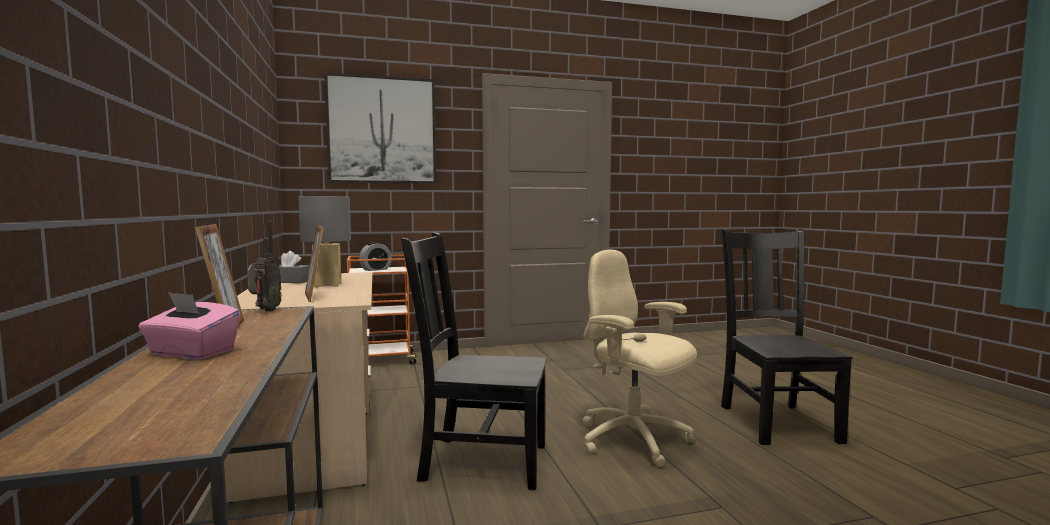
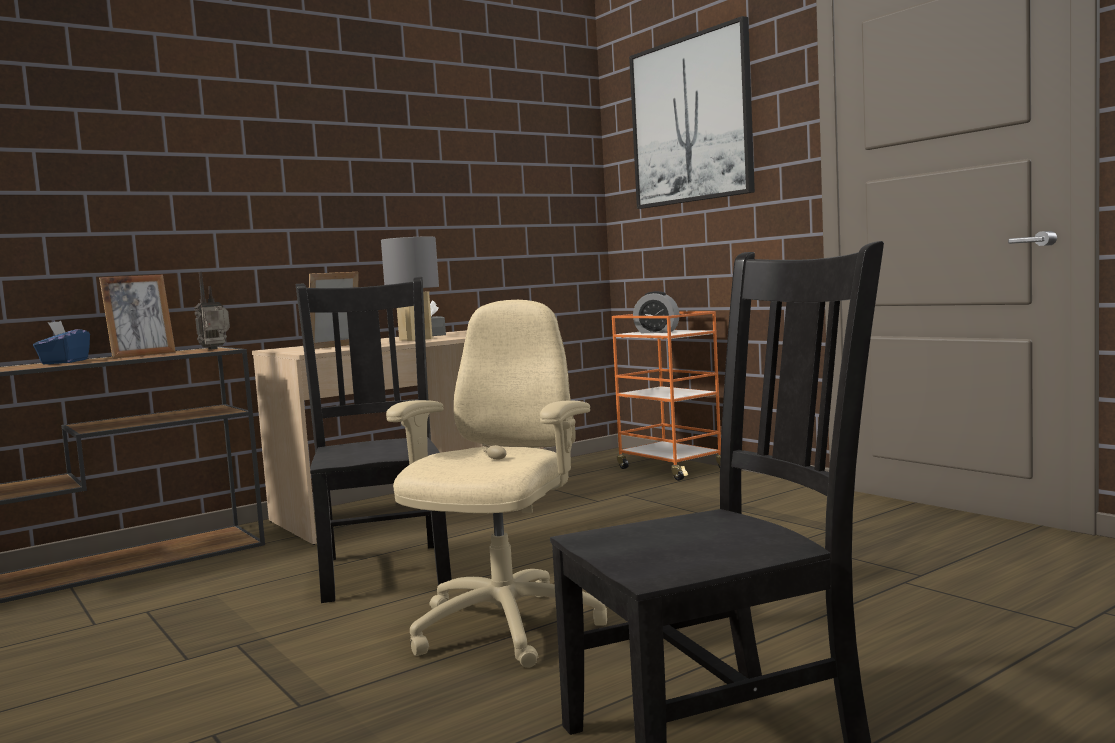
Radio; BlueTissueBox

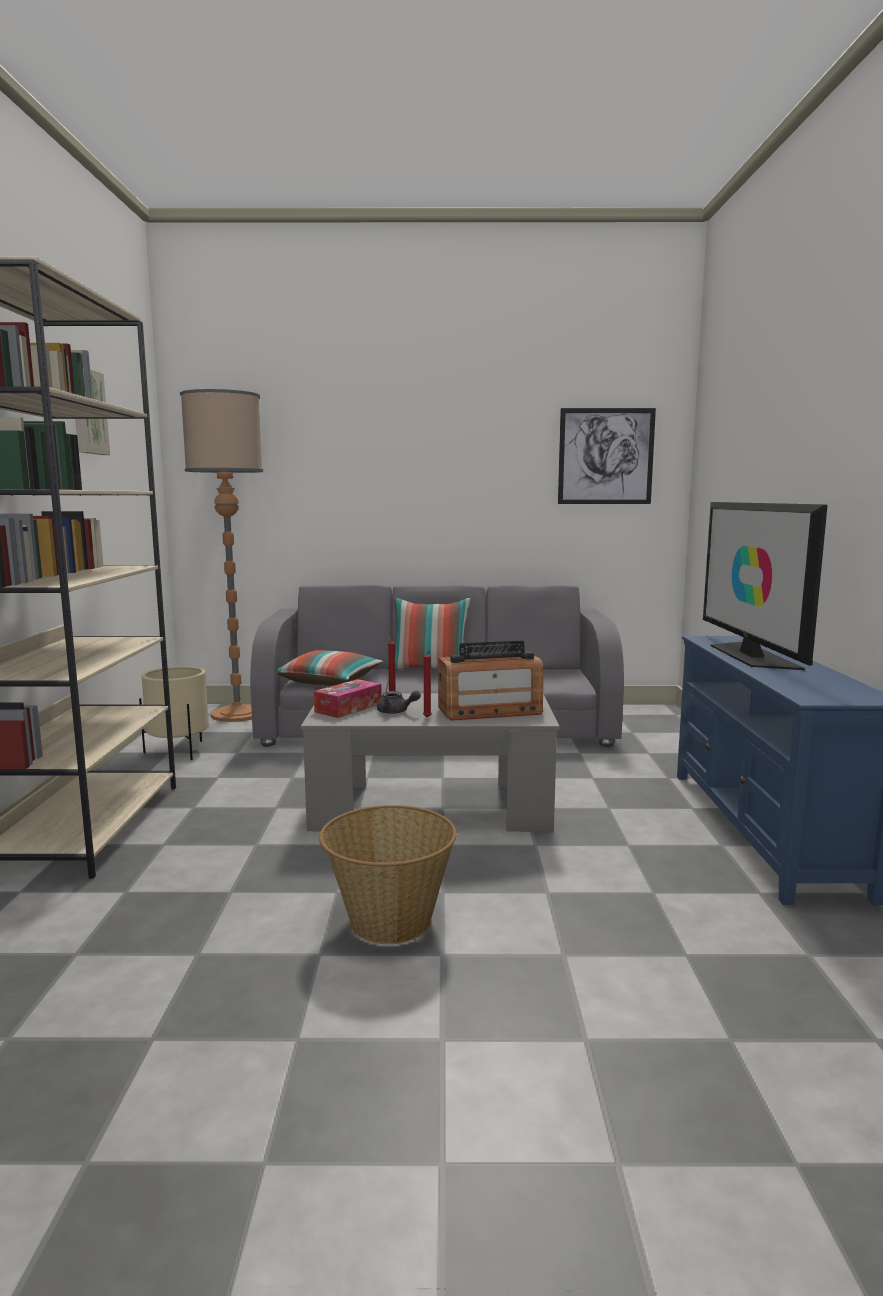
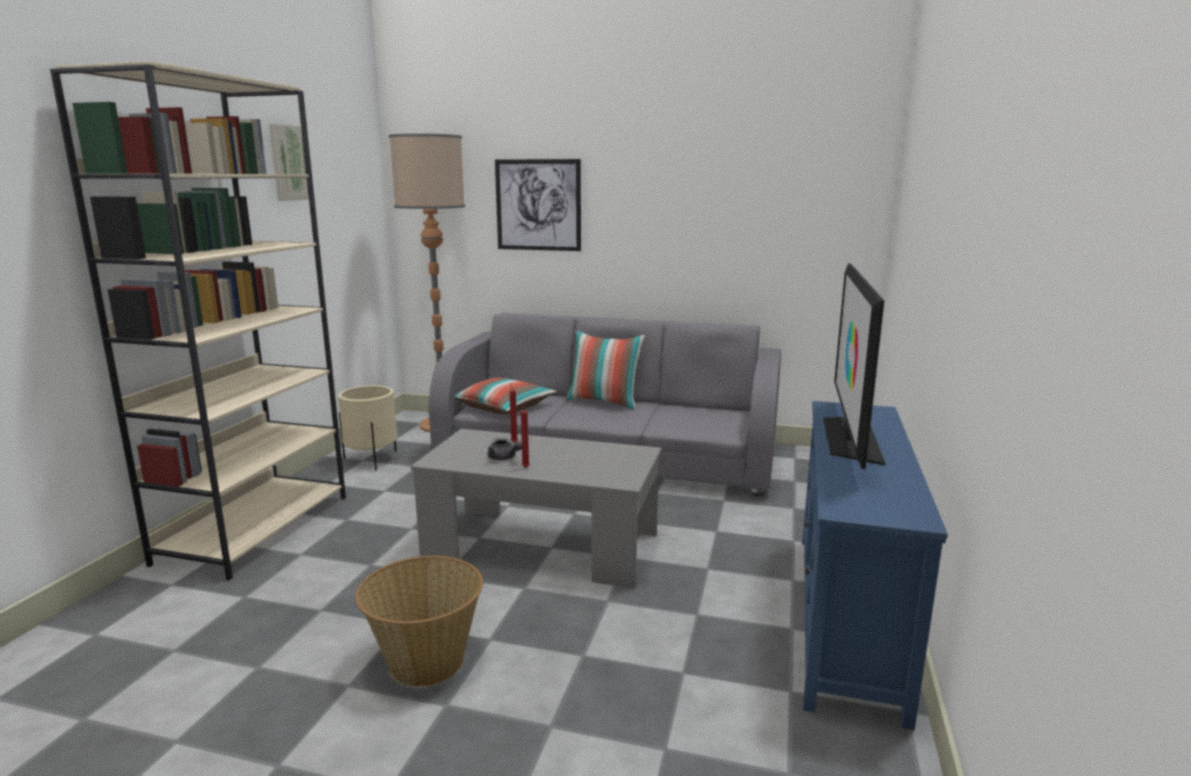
Picture (no. 2 from left); Radio; TissueBox

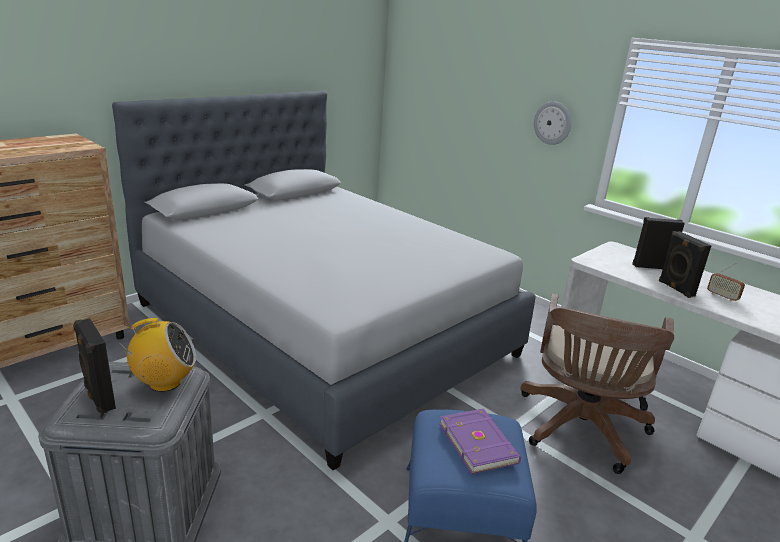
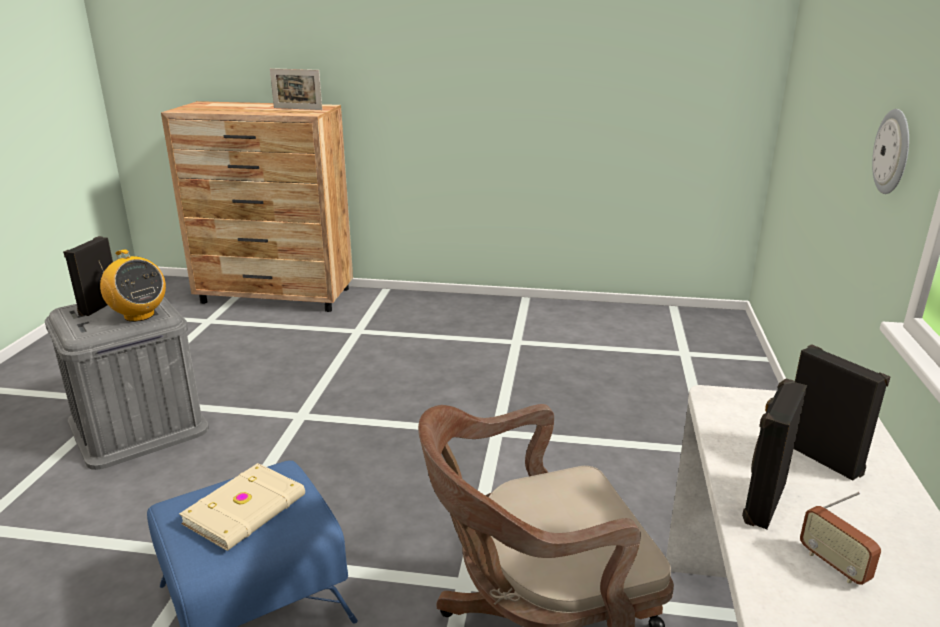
GreyBed; Radio (no. 2 from left); BeigeBook; PictureFrame

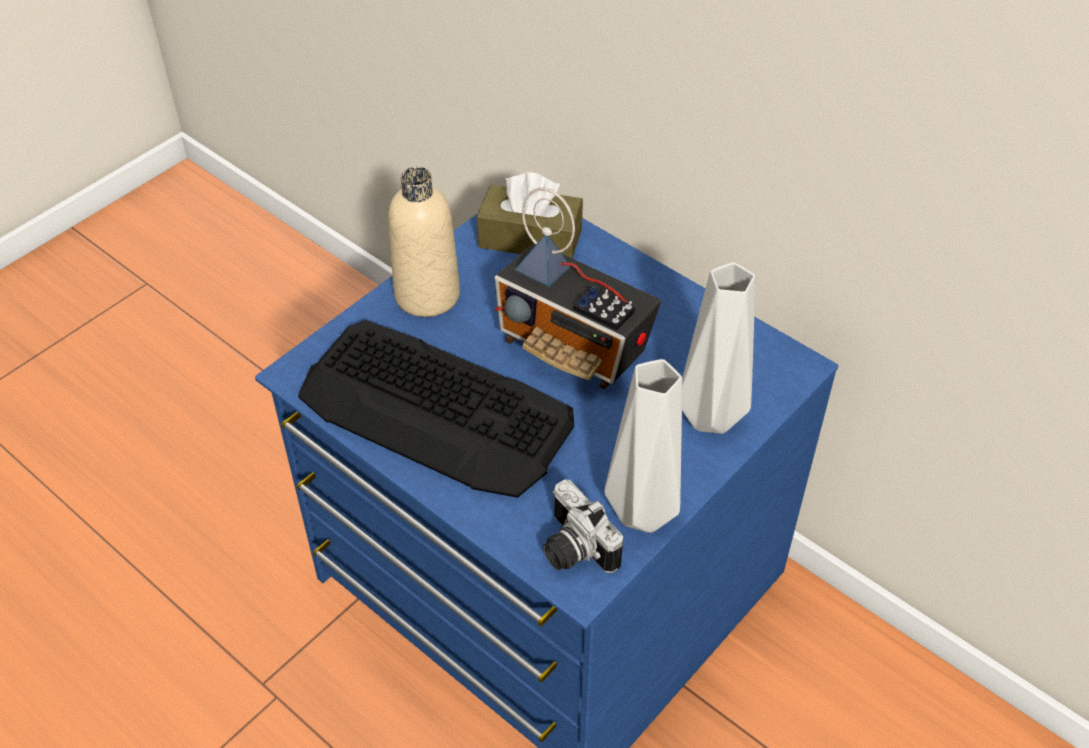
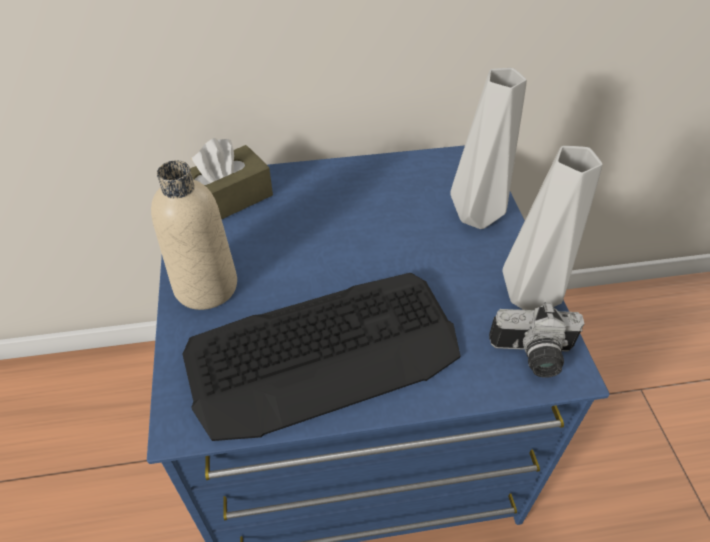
Radio

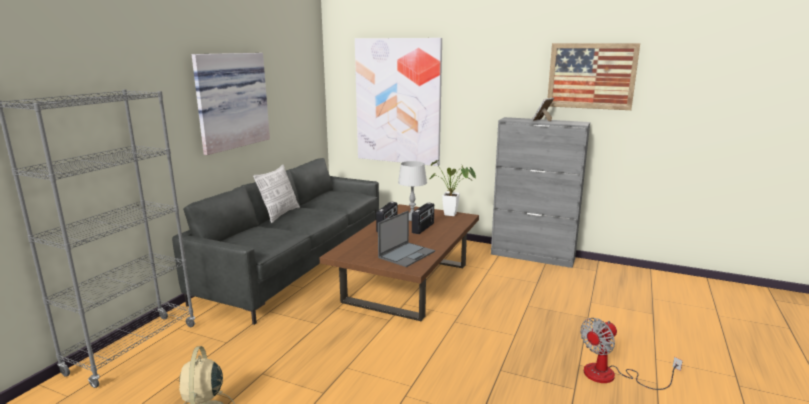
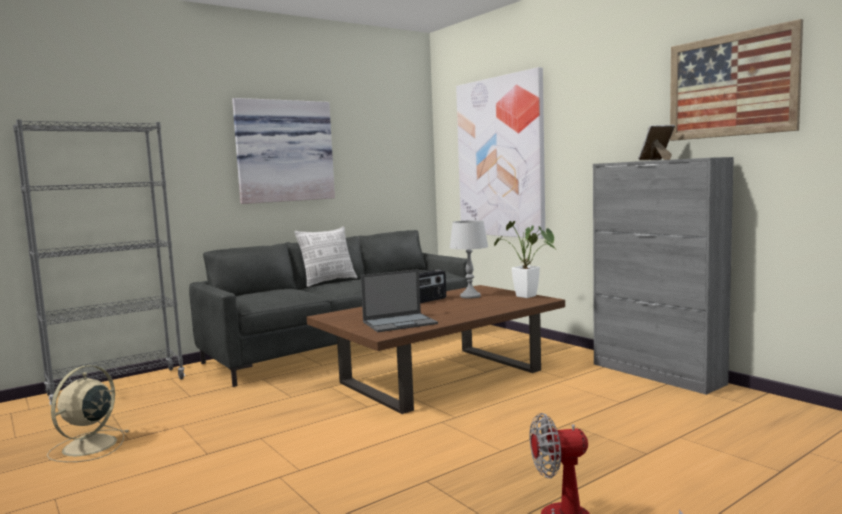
Radio (no. 2 from left in the first image)

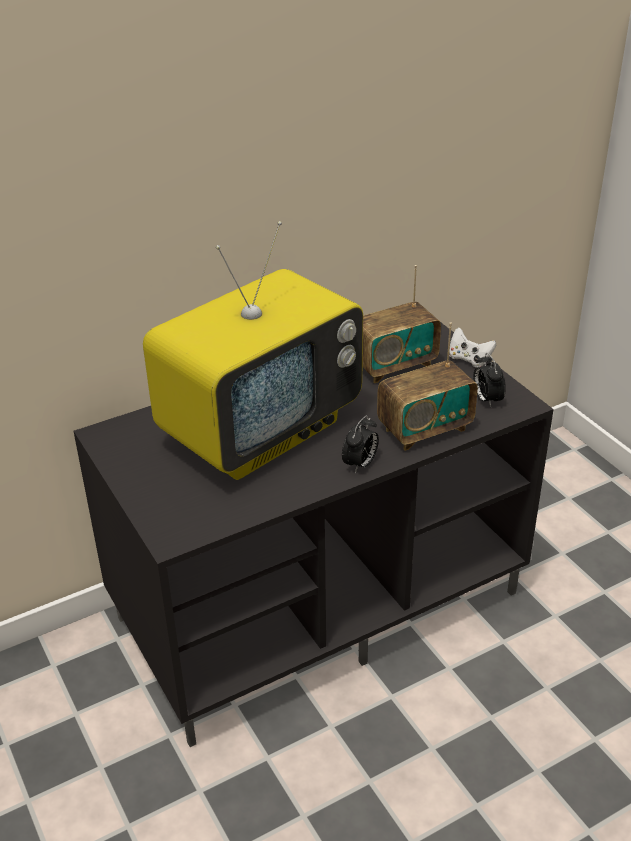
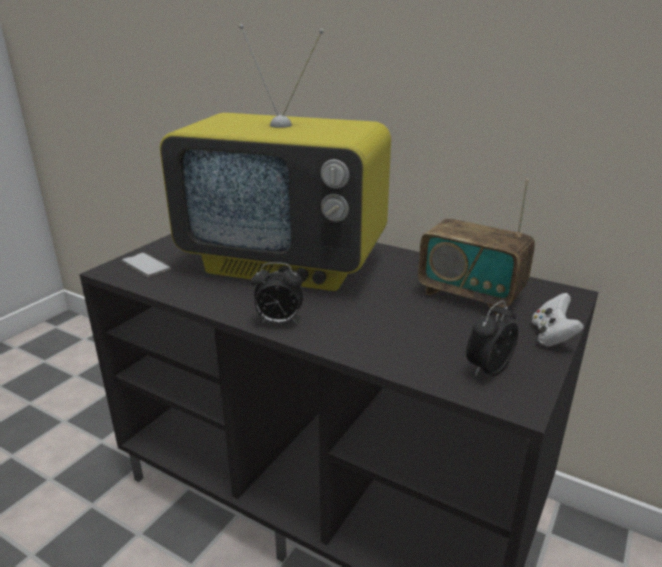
Radio (no. 2 from left in the first image); Phone

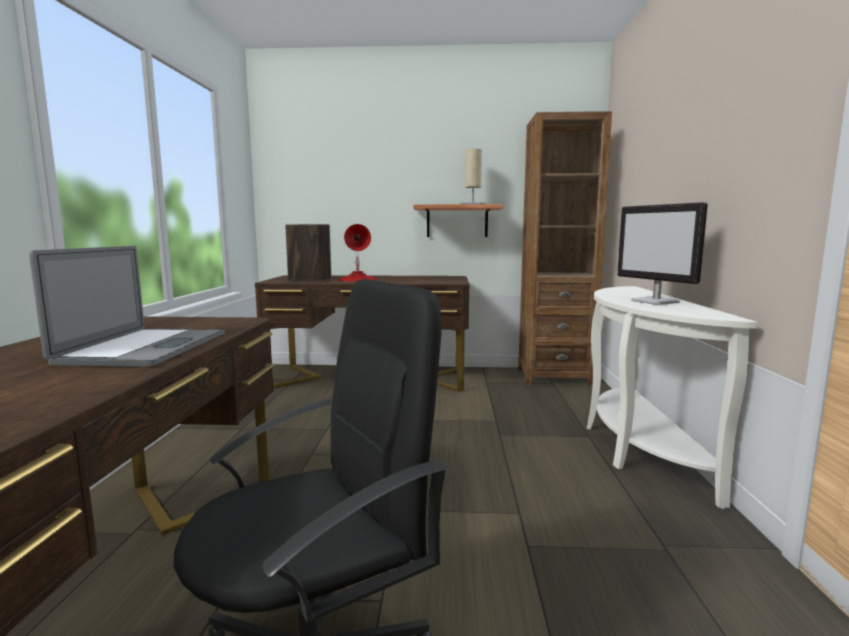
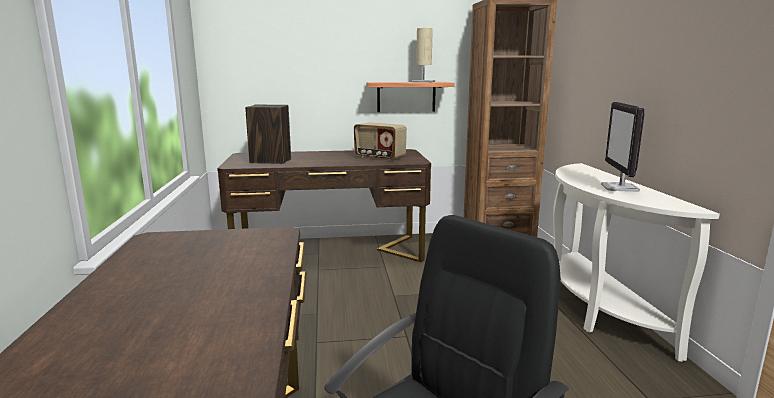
Monitor; RedTableLamp; Laptop; Radio

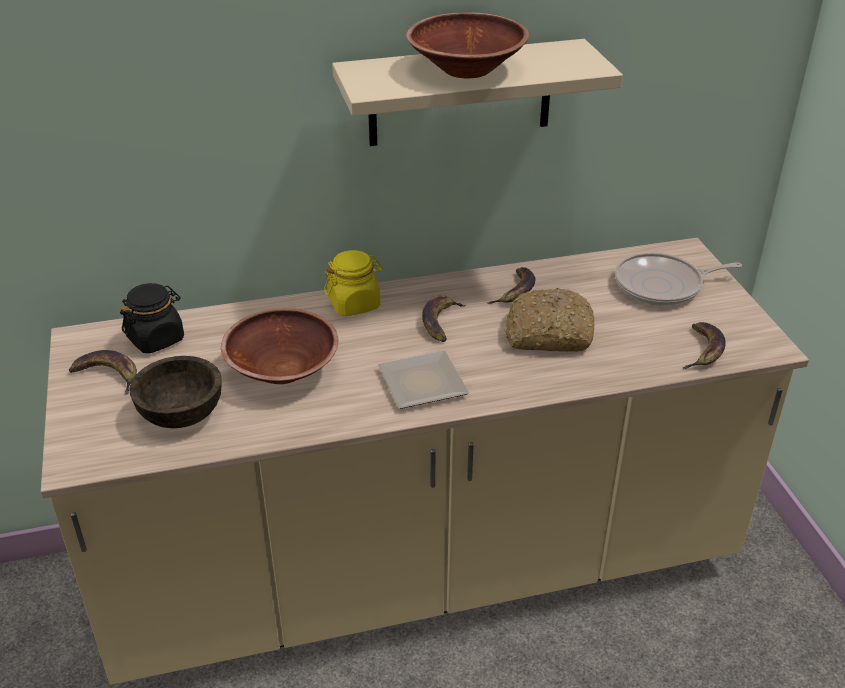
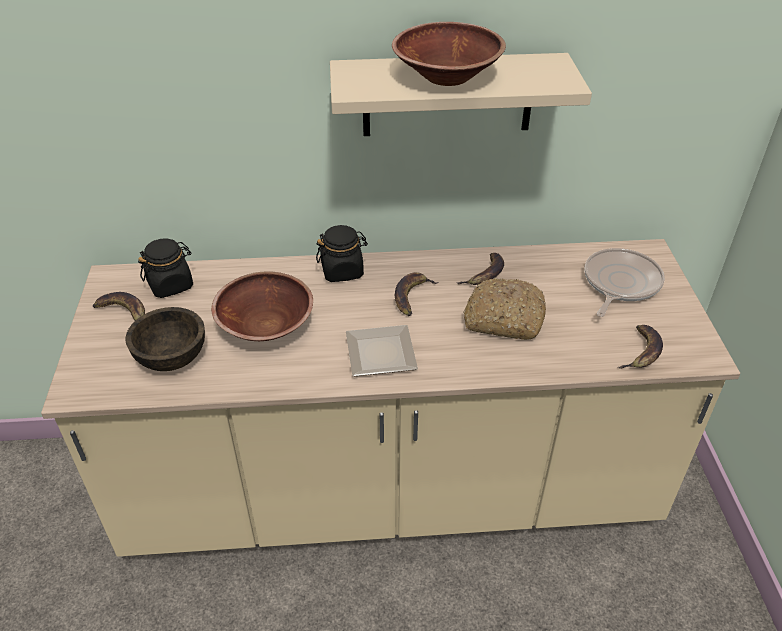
BlackJar (no. 2 from left); FryingPan

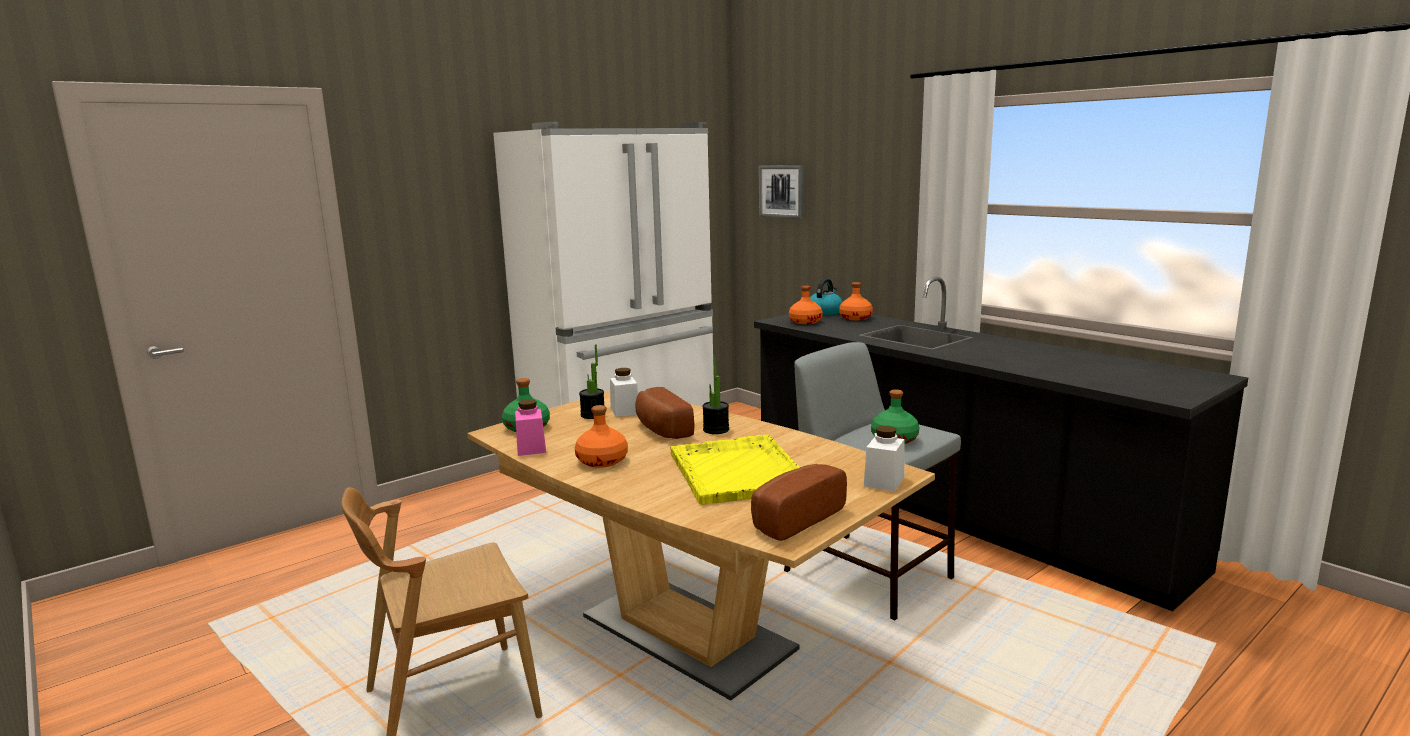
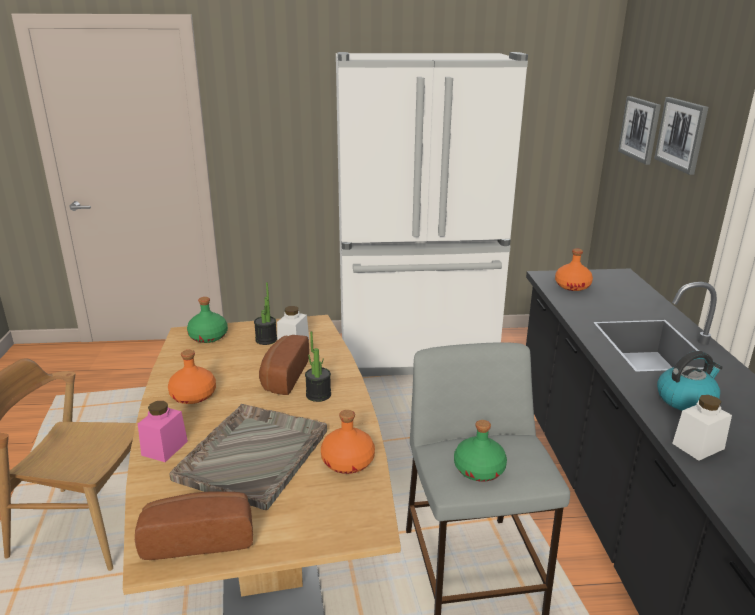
Kettle; OrangeBottle (no. 2 from left); PinkJar; WhiteJar (no. 2 from left); GreyTray; Picture (no. 2 from left)

